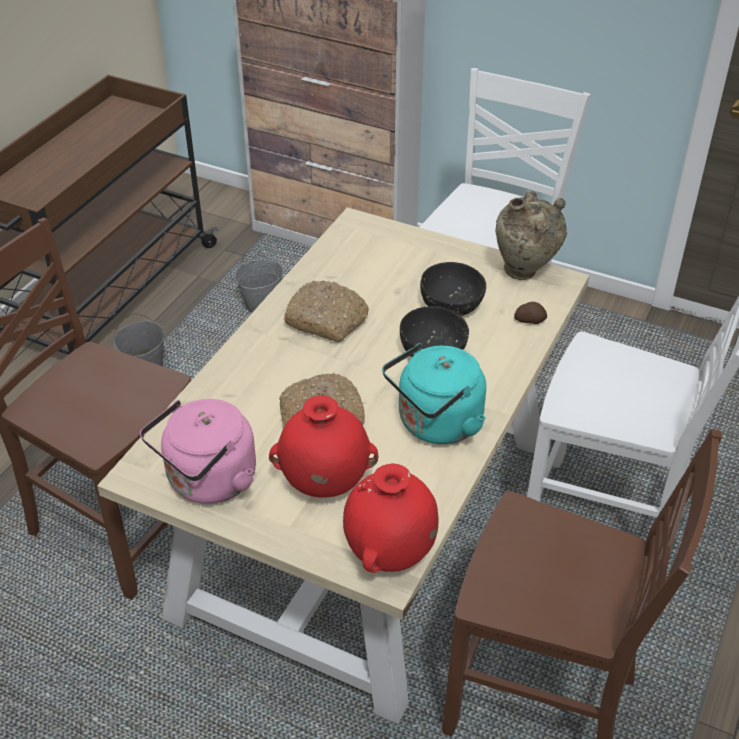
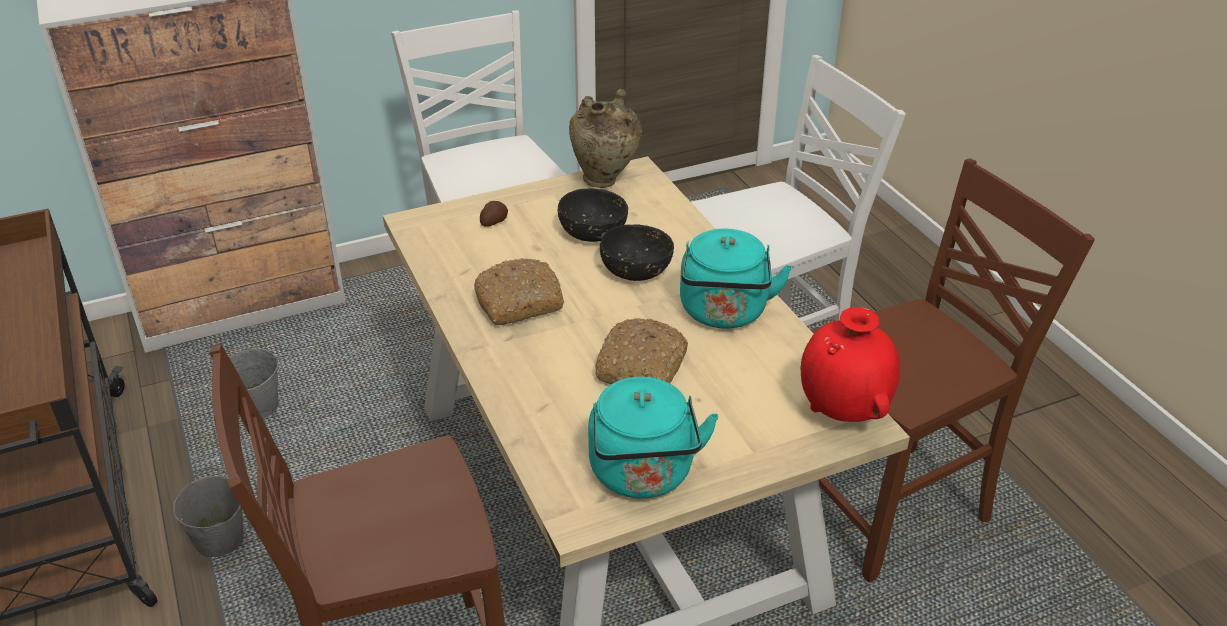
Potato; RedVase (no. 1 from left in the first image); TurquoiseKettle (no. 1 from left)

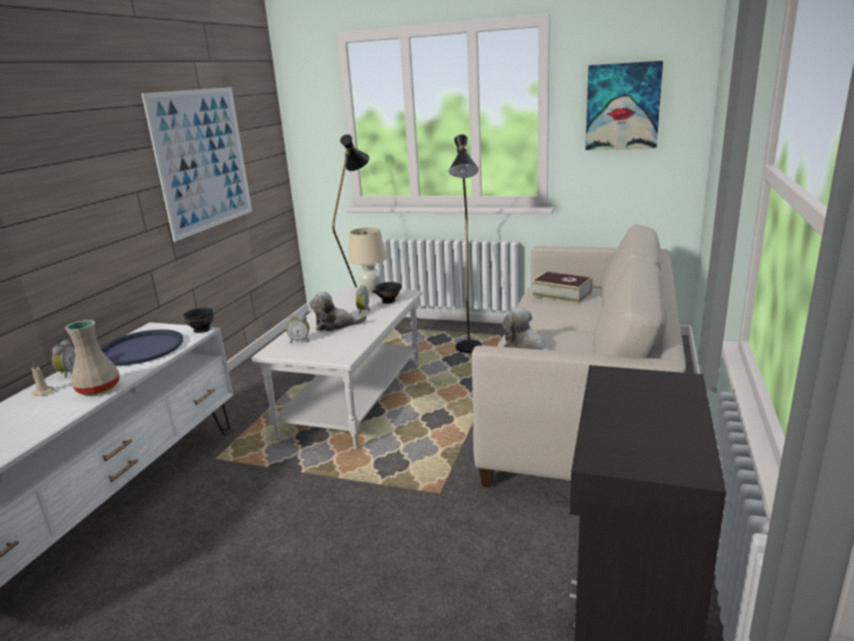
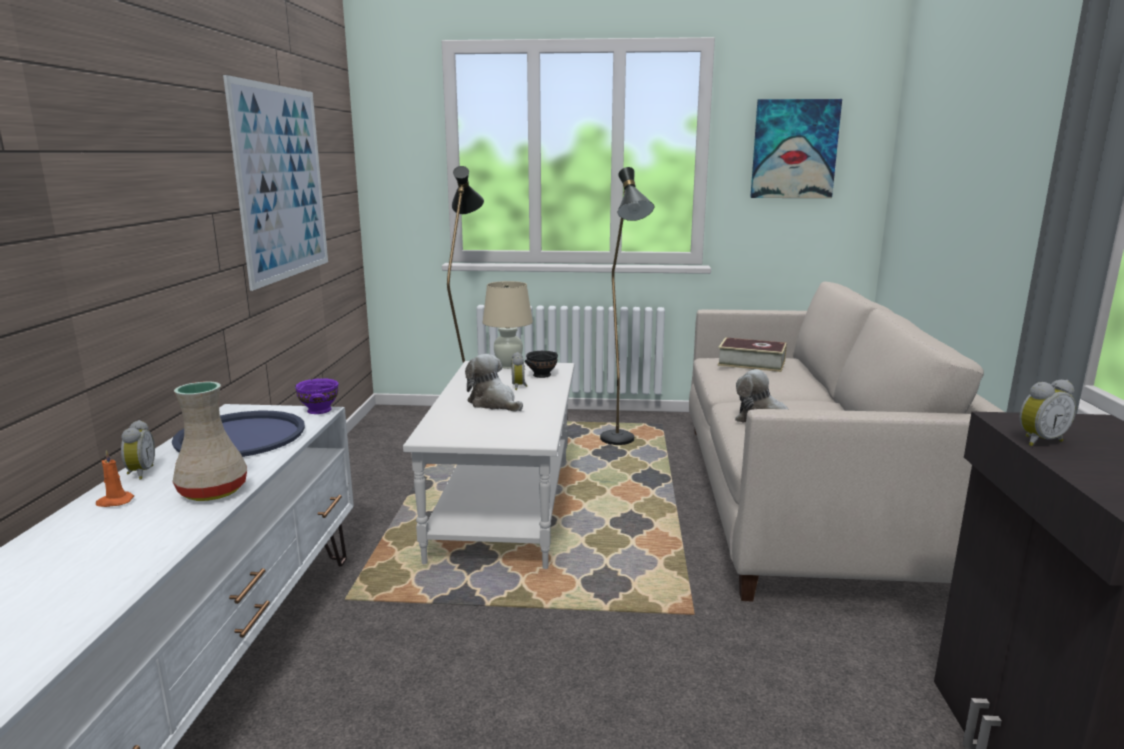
PlushToy (no. 1 from left); PurpleBowl; AlarmClock (no. 3 from left); OrangeCandle

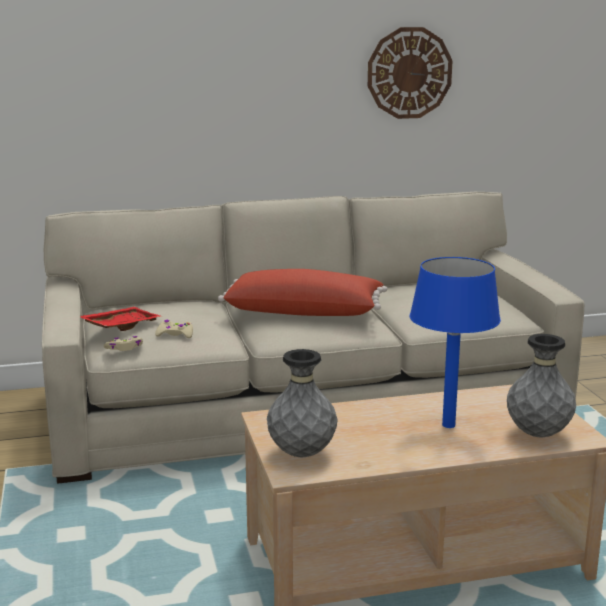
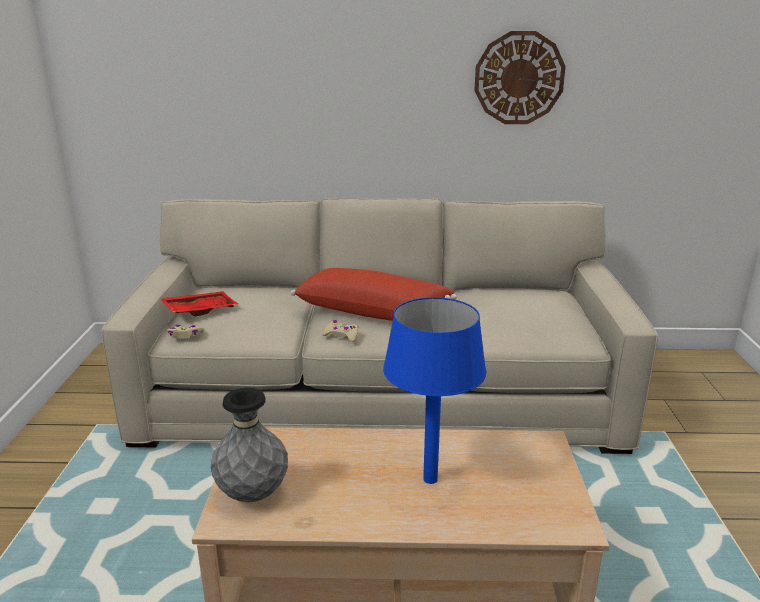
BeigeGameController (no. 2 from left); GreyVase (no. 2 from left in the first image)

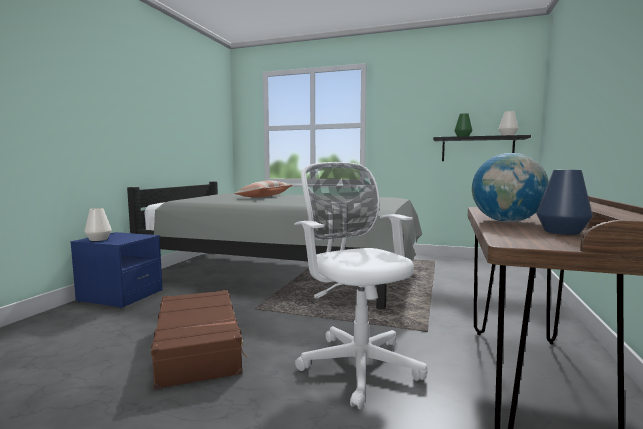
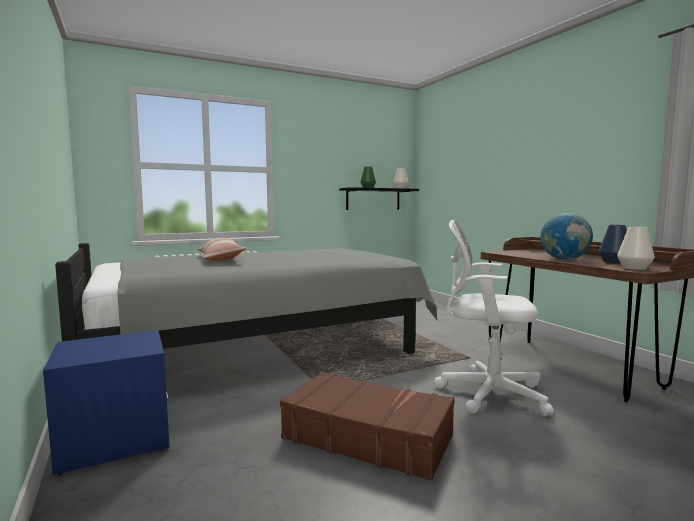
WhiteVase (no. 2 from left)

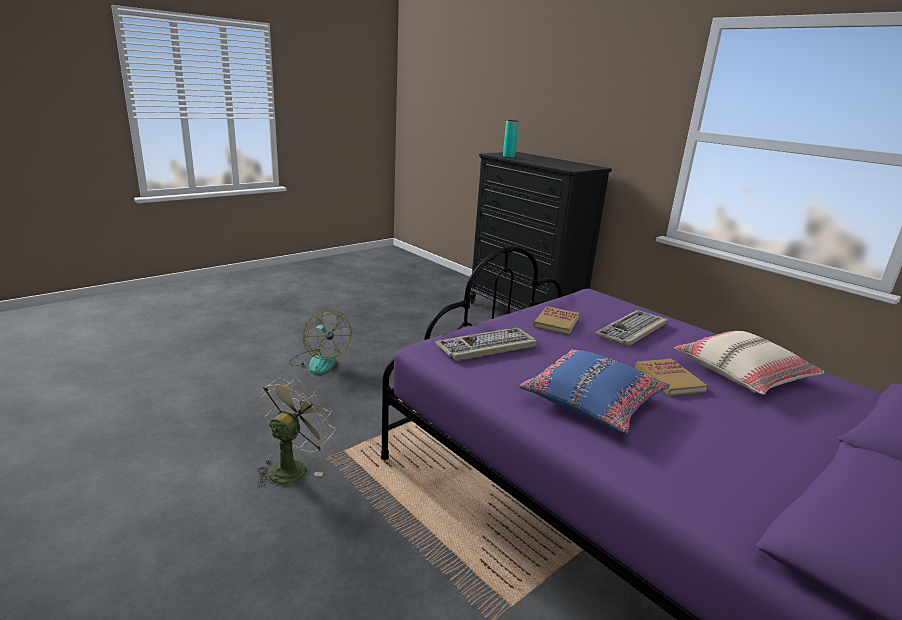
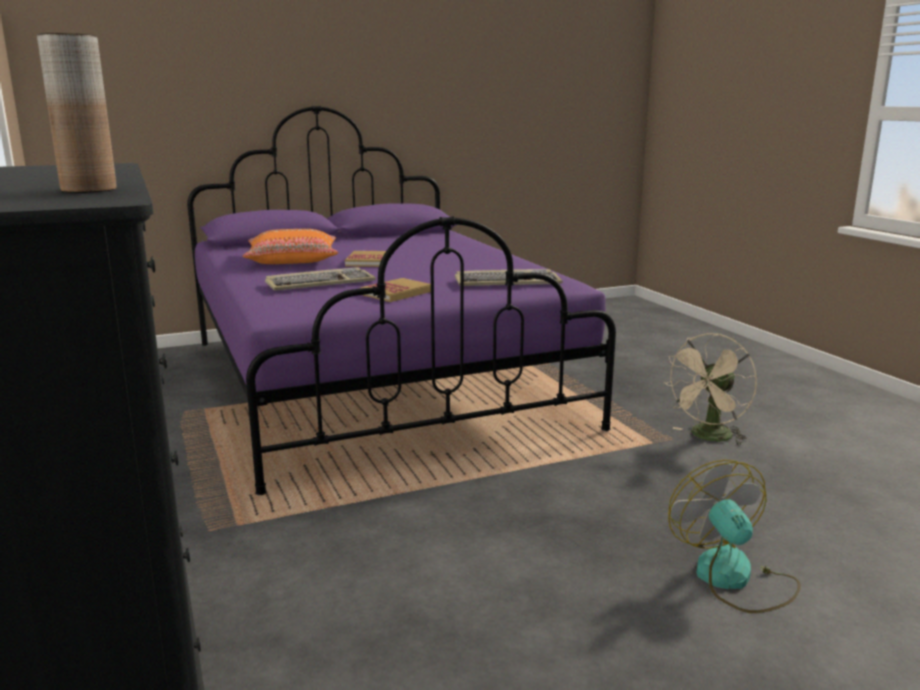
BrownVase; OrangePillow; BluePillow

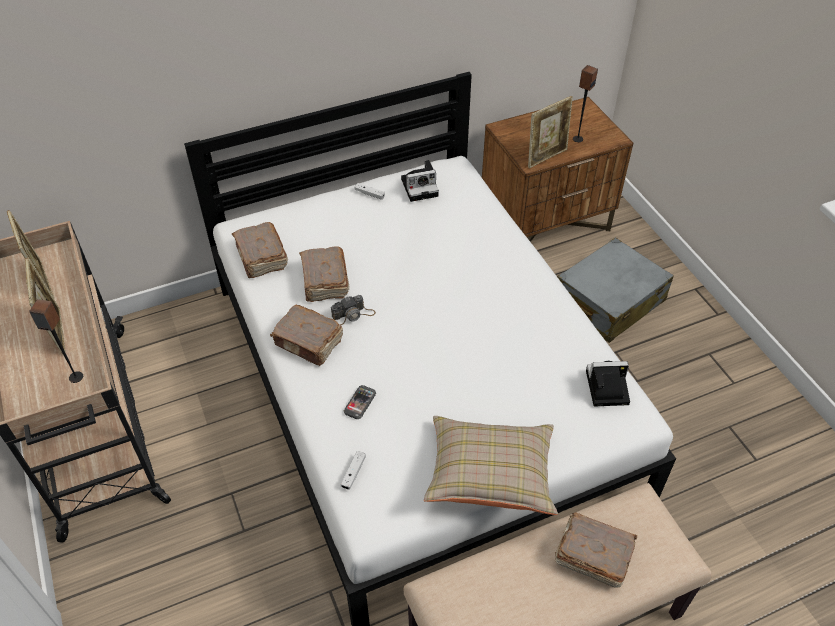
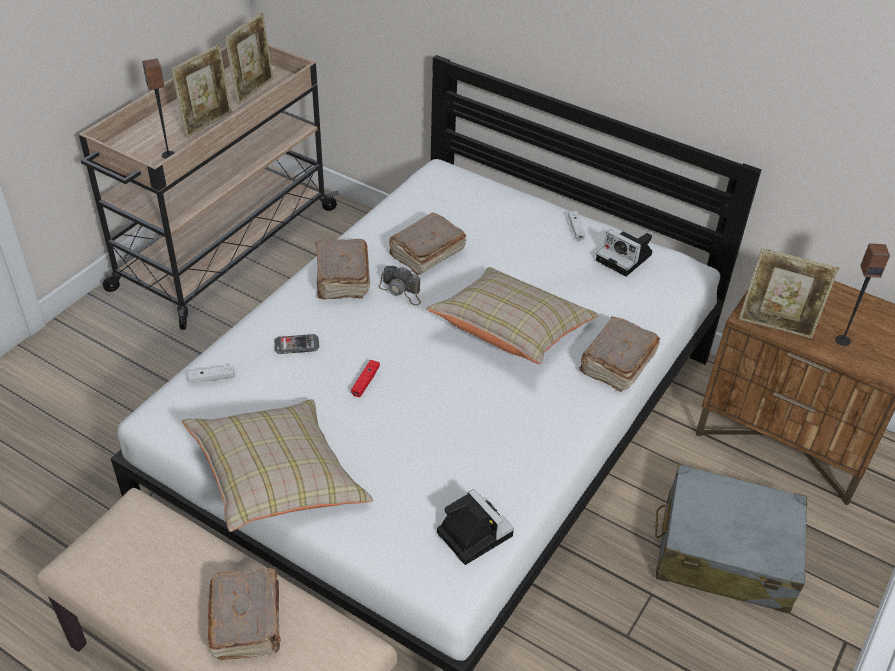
BrownBook (no. 4 from left); BeigePillow (no. 2 from left); RedGameController

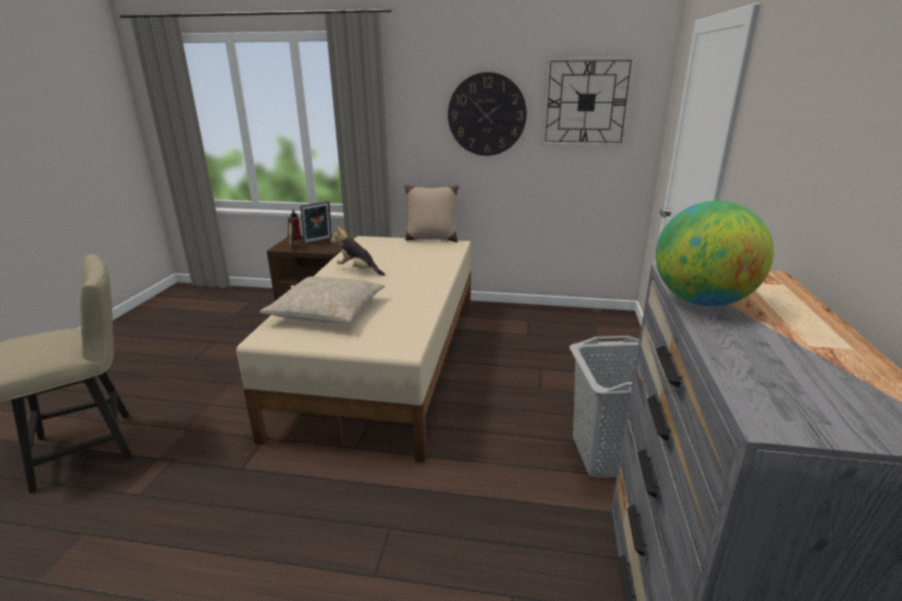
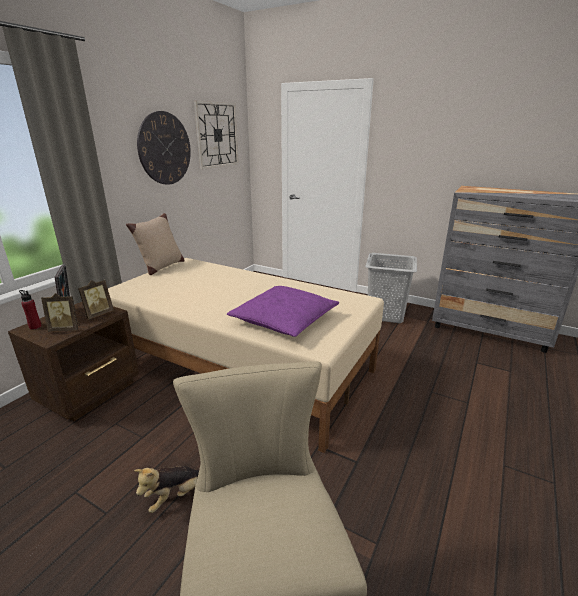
Globe; PlushToy; PurplePillow; PictureFrame (no. 3 from left)

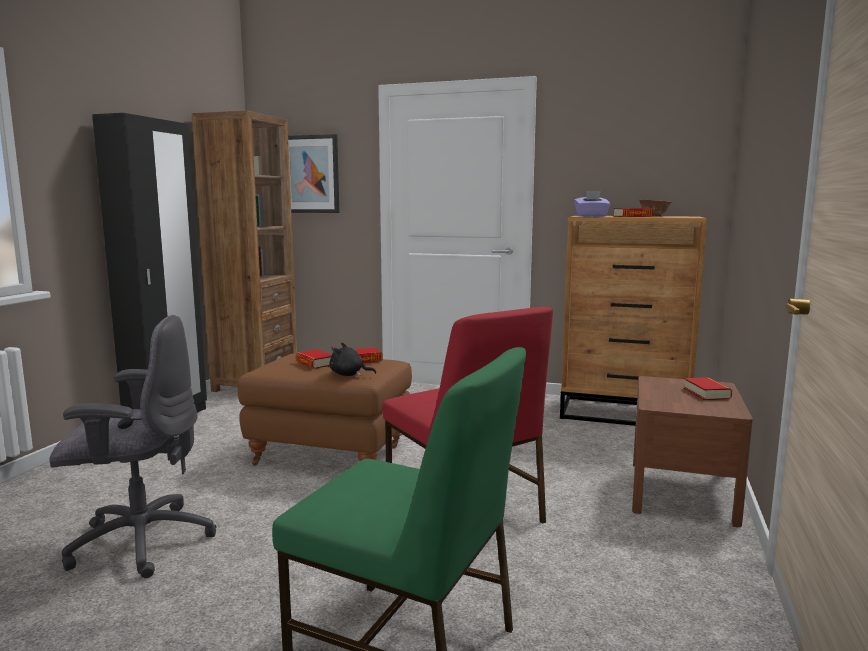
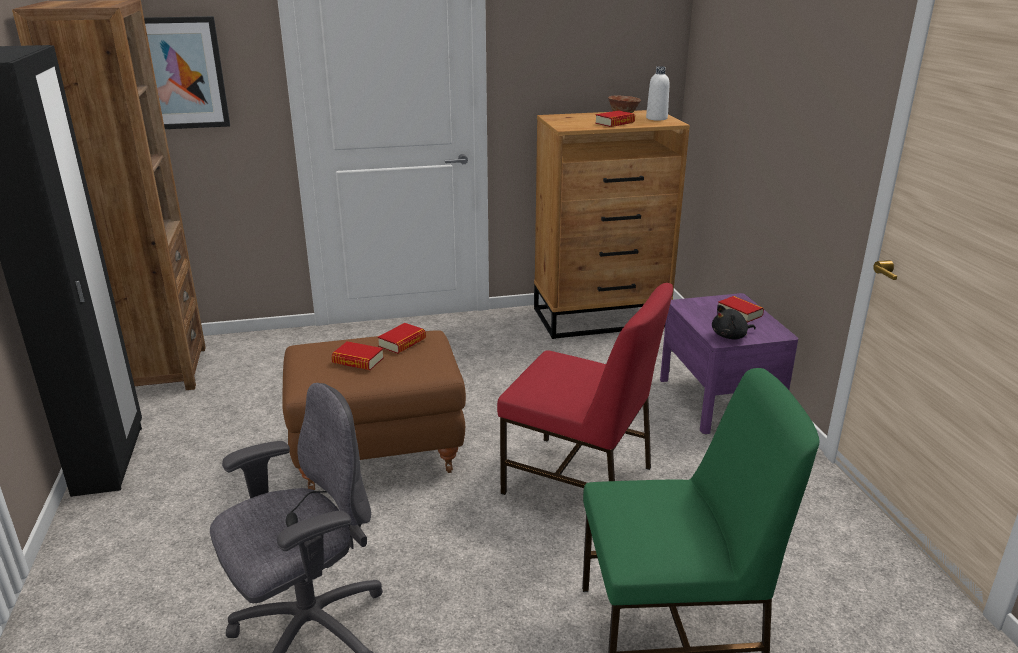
PurpleTissueBox; BlackPlushToy; PurpleNightstand; WhiteBottle

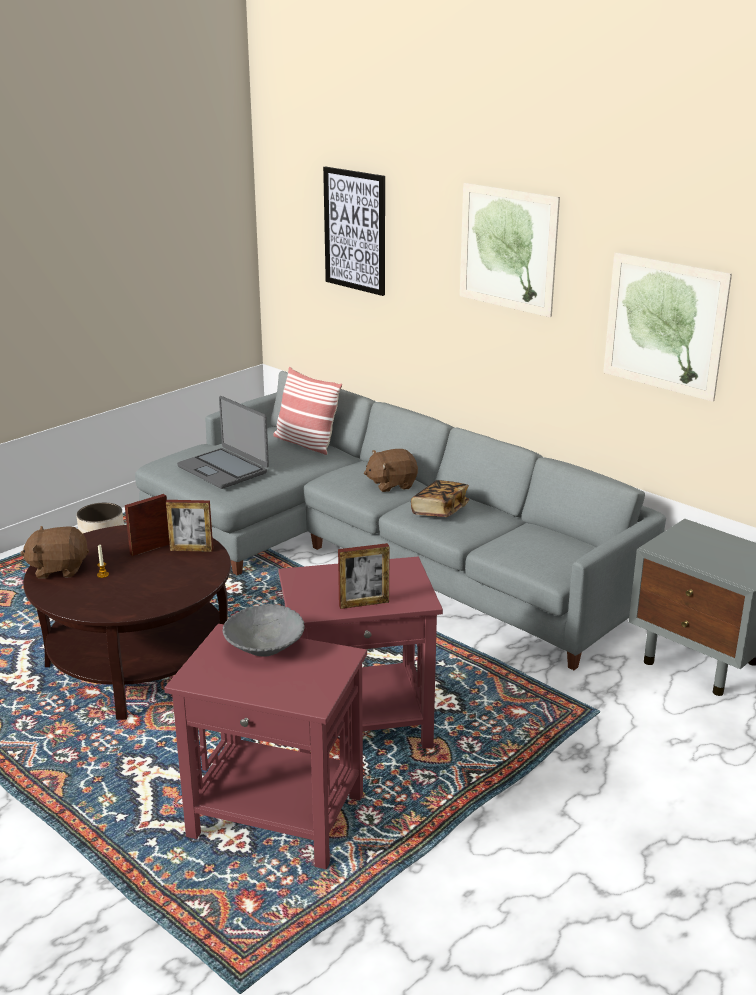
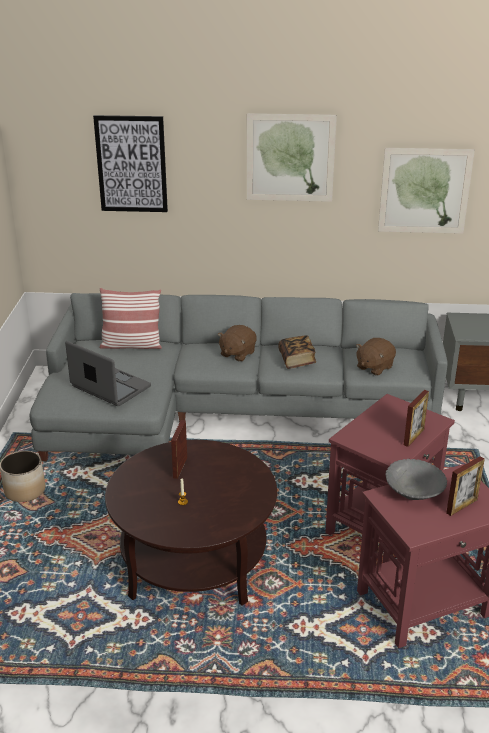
Laptop; PictureFrame (no. 3 from left); BrownPlushToy (no. 2 from left)

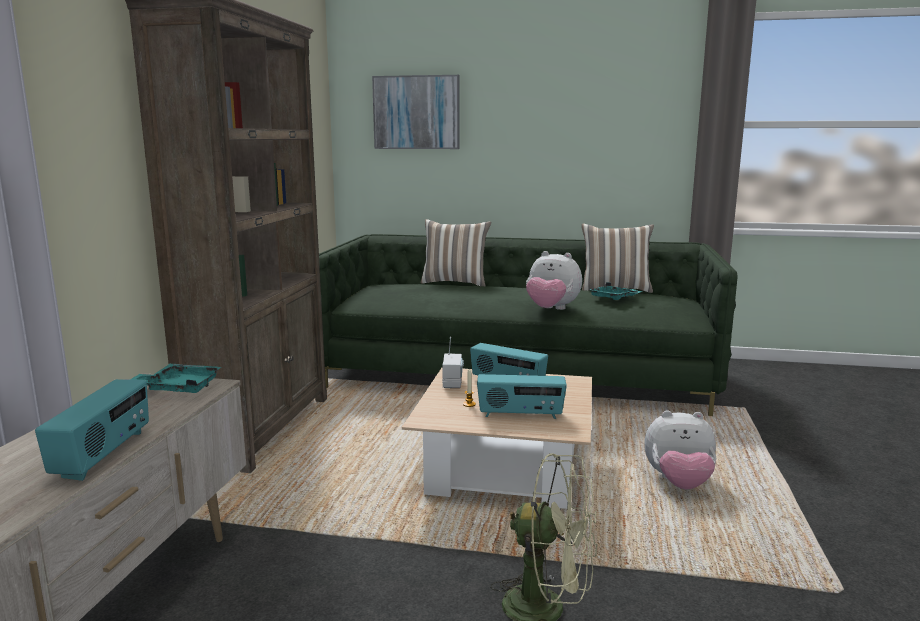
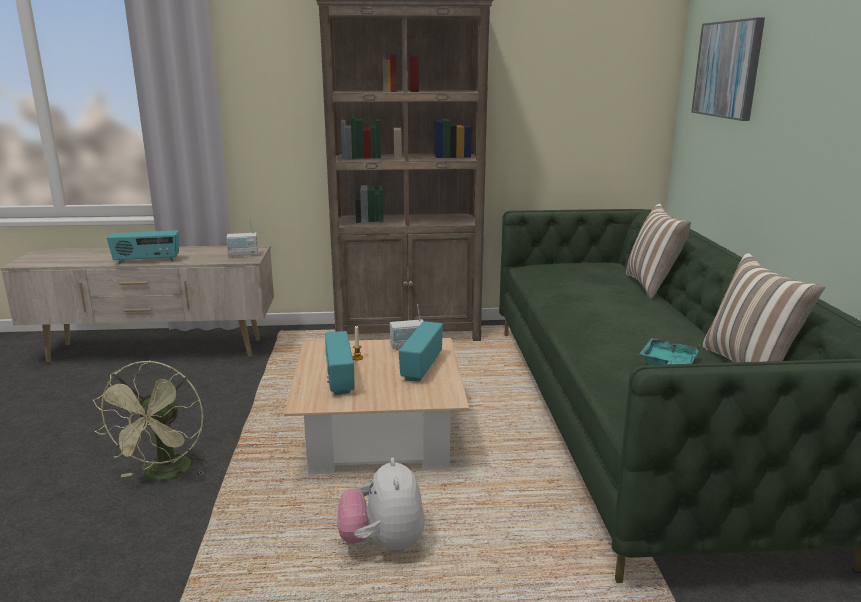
PlushToy (no. 1 from left in the first image); Radio (no. 2 from left)

